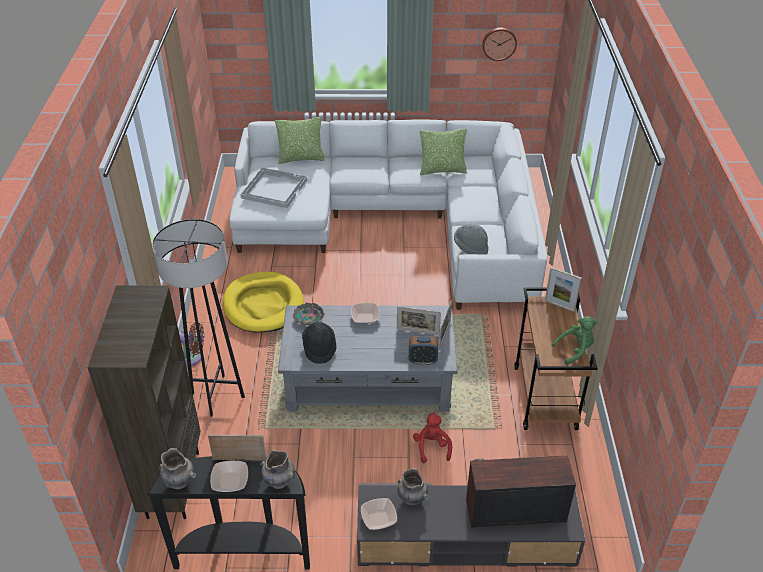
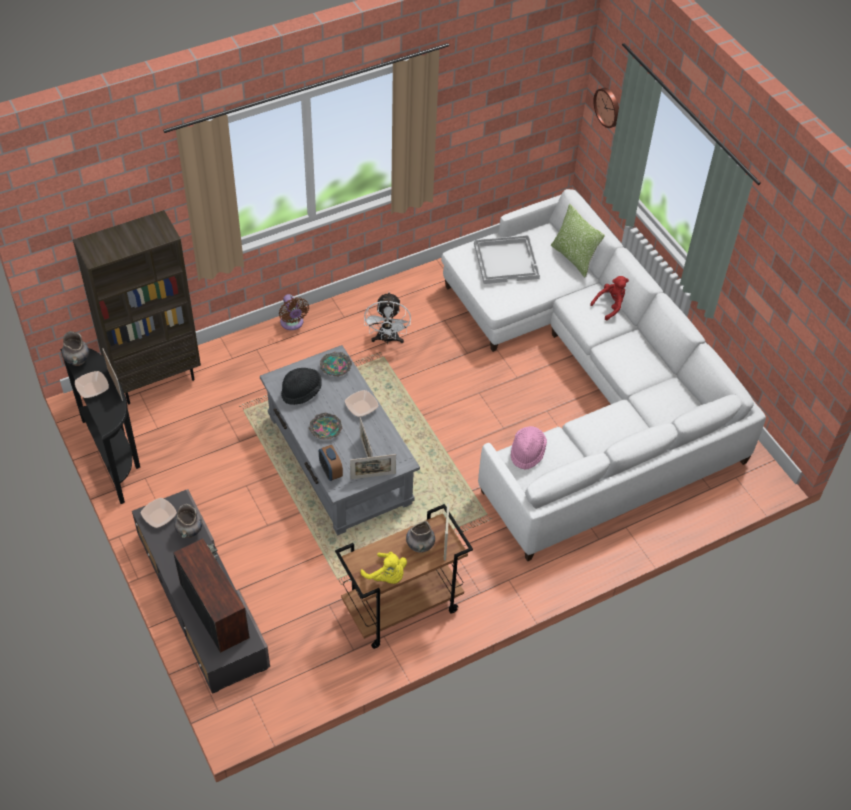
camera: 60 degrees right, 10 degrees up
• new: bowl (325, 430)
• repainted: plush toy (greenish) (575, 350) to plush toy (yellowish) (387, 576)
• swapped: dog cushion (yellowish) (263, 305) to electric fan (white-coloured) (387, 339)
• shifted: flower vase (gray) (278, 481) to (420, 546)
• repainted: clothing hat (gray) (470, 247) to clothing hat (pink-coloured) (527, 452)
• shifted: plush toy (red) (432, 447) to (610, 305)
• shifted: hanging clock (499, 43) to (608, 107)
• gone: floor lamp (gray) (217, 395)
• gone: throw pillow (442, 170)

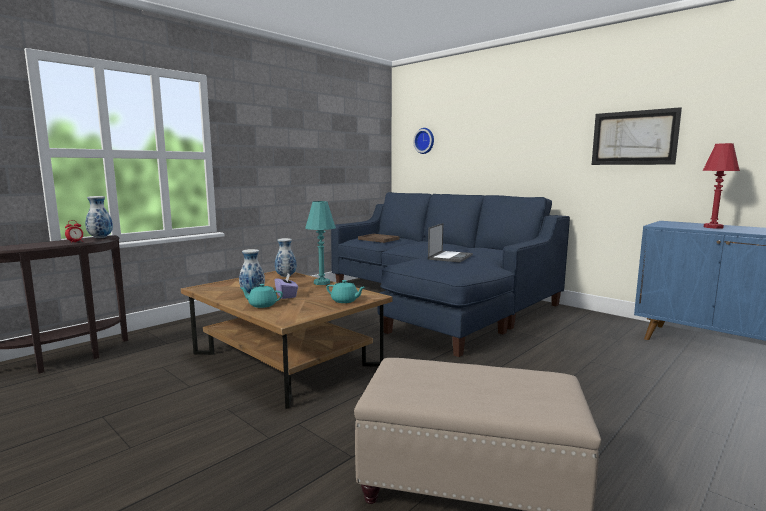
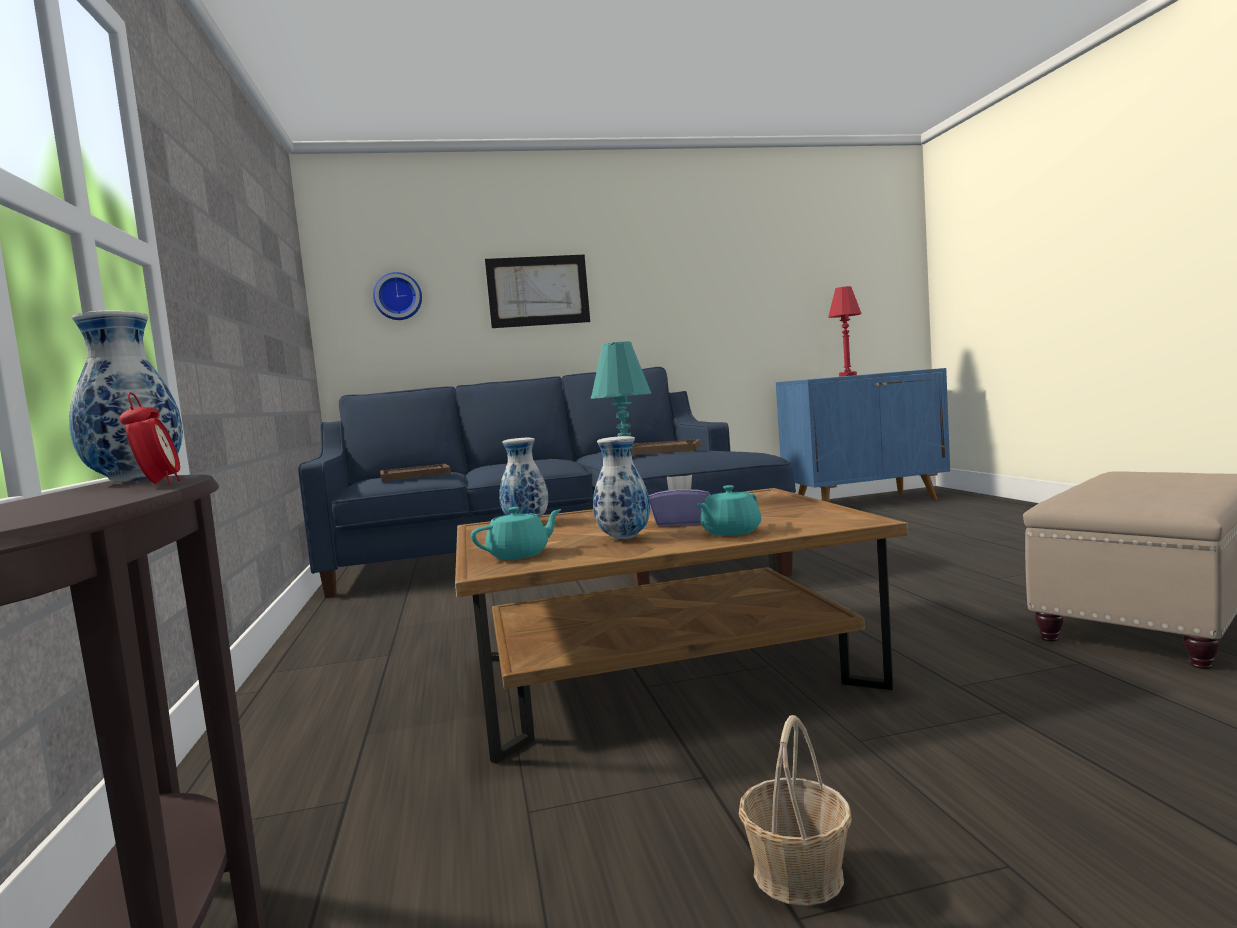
camera: 55 degrees left, 5 degrees down
• shifted: teapot (blue-green) (345, 301) to (520, 555)
• shifted: wall picture (633, 138) to (538, 291)
• swapped: notebook computer (450, 257) to carrying tray (brown) (663, 450)
• new: basket (797, 874)

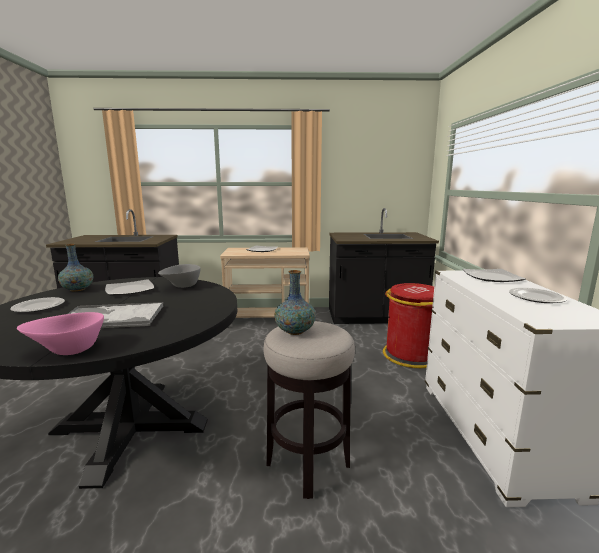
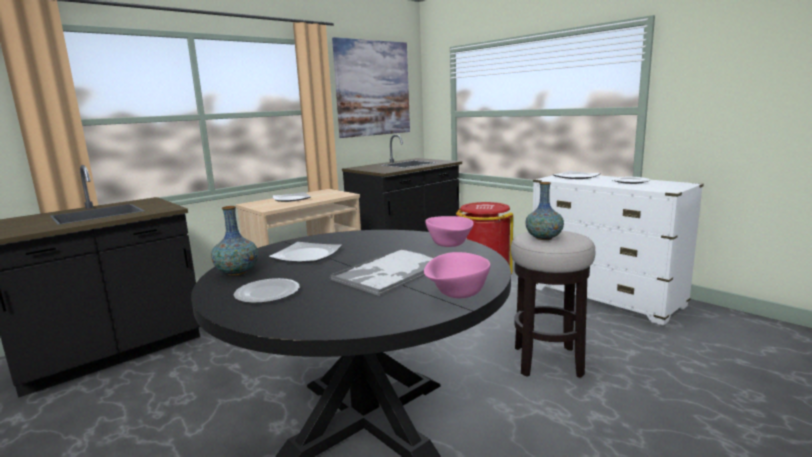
camera: 40 degrees left, 0 degrees up
• new: wall picture (373, 88)
• new: bowl (pink-coloured) (450, 245)
• gone: bowl (gray) (181, 286)

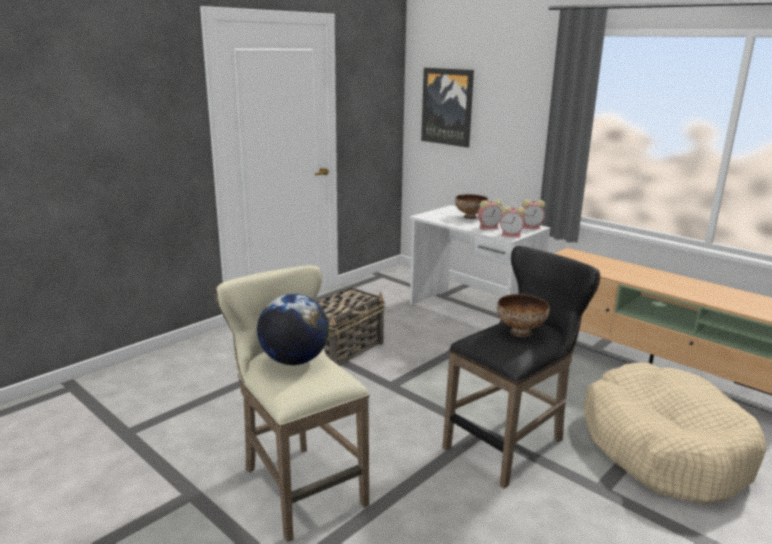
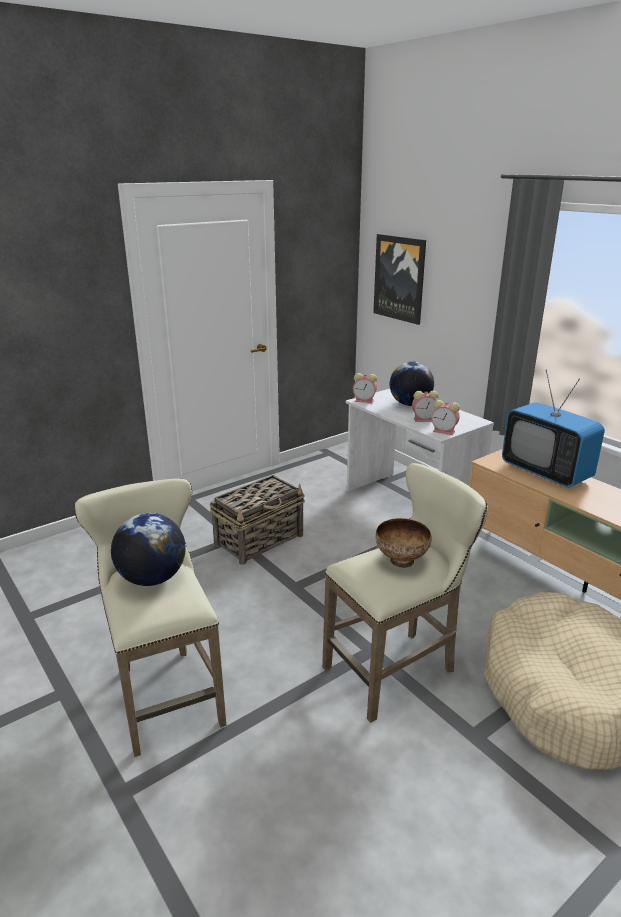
camera: 10 degrees right, 5 degrees up
• repainted: stool (blackish) (511, 443) to stool (beige-coloured) (397, 669)
• shifted: bedside clock (531, 227) to (365, 400)
• swapped: bowl (470, 217) to desk globe (410, 404)
• new: TV (546, 472)

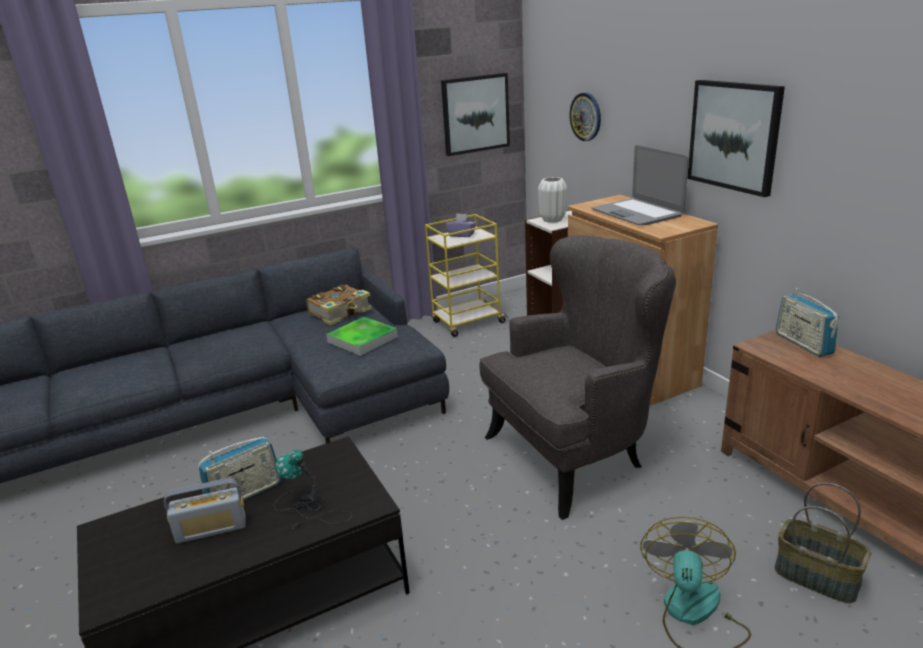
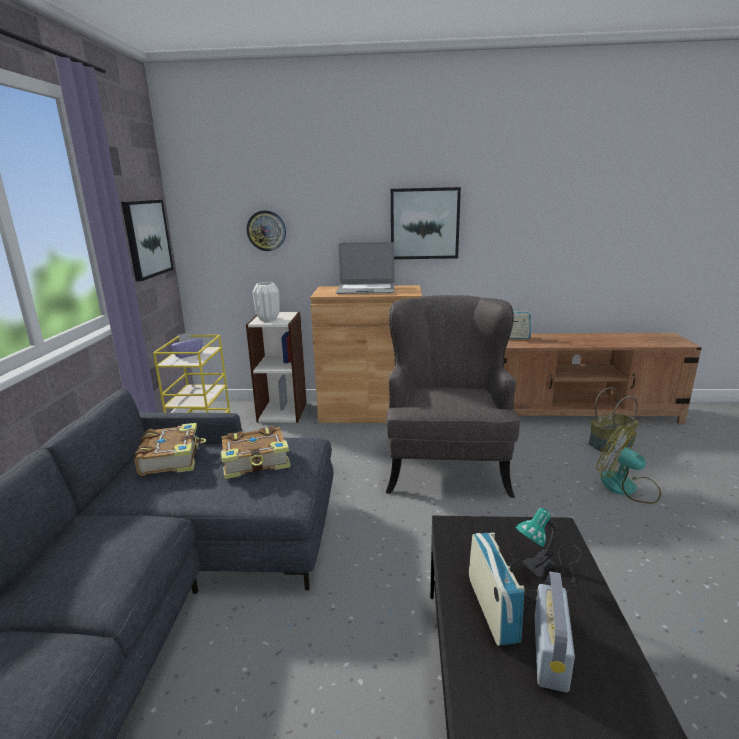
camera: 60 degrees left, 5 degrees down
• swapped: carrying tray (362, 339) to bound book (256, 461)

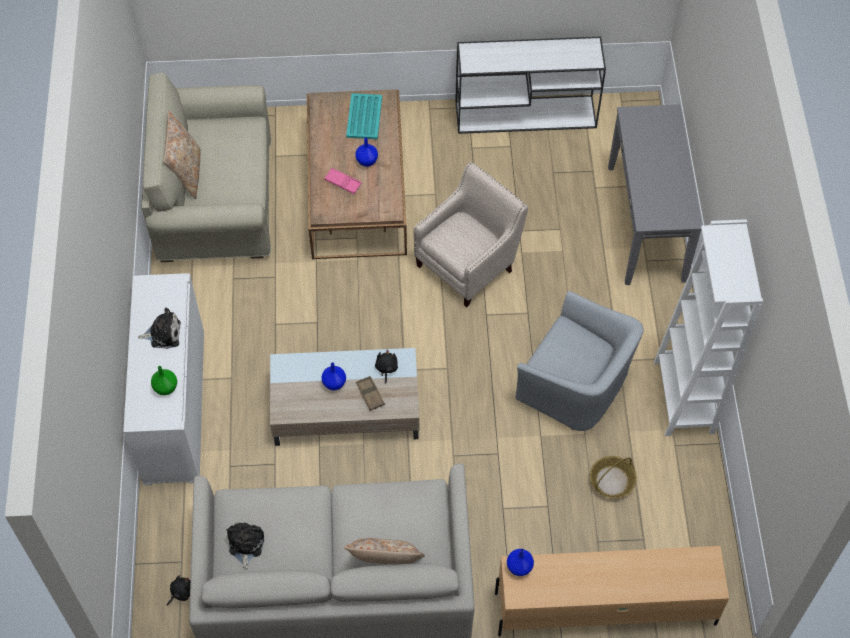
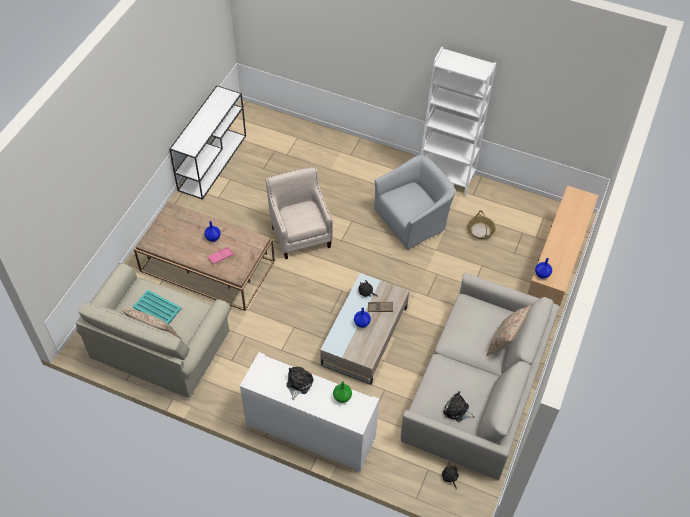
camera: 65 degrees left, 5 degrees down
• shifted: carrying tray (blue-green) (364, 116) to (157, 307)
• gone: hall table (gray) (647, 223)

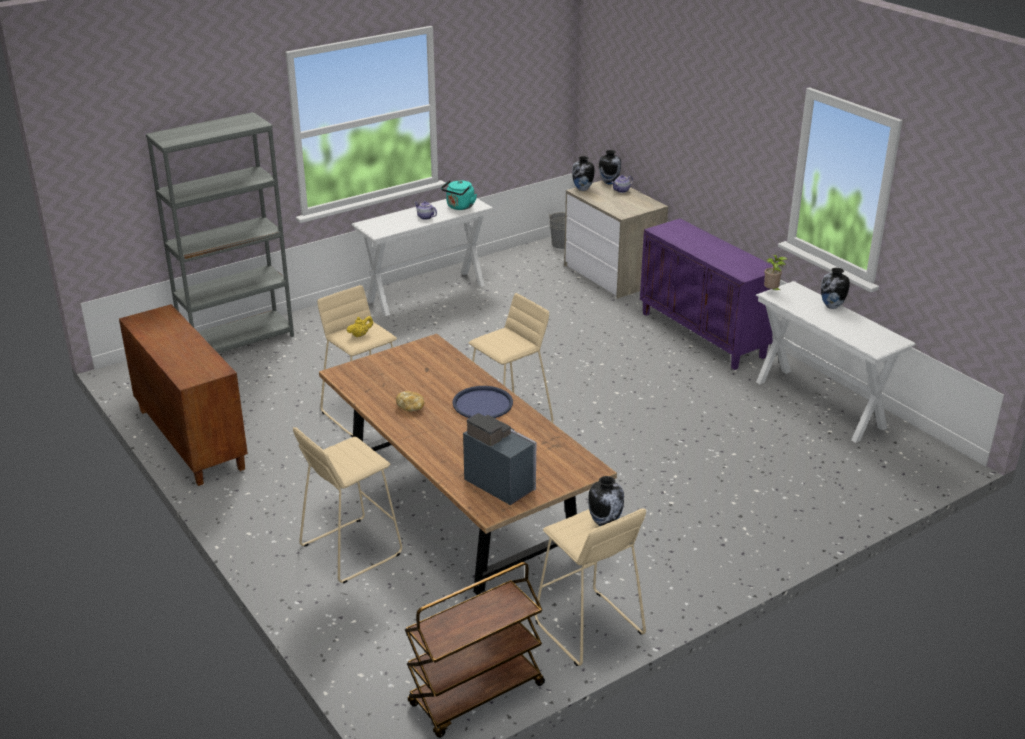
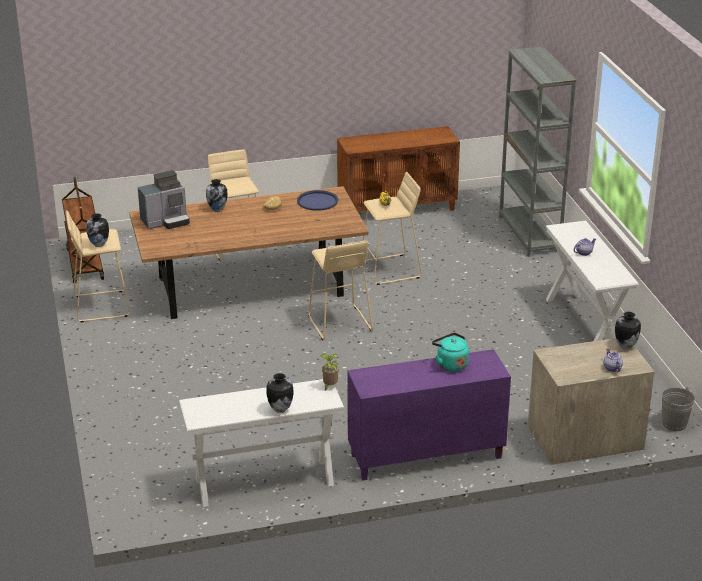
camera: 110 degrees right, 0 degrees up
• shifted: flower vase (609, 182) to (217, 209)
• shifted: carrying tray (bluish) (482, 404) to (317, 201)
• shifted: water kettle (blue-green) (459, 207) to (450, 364)

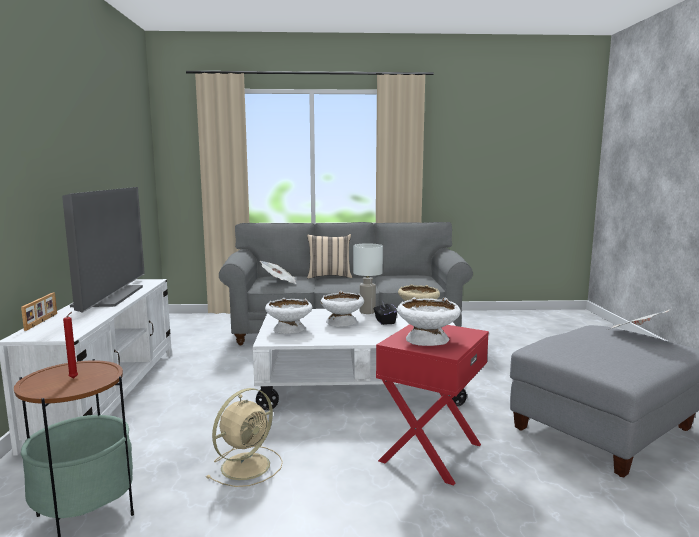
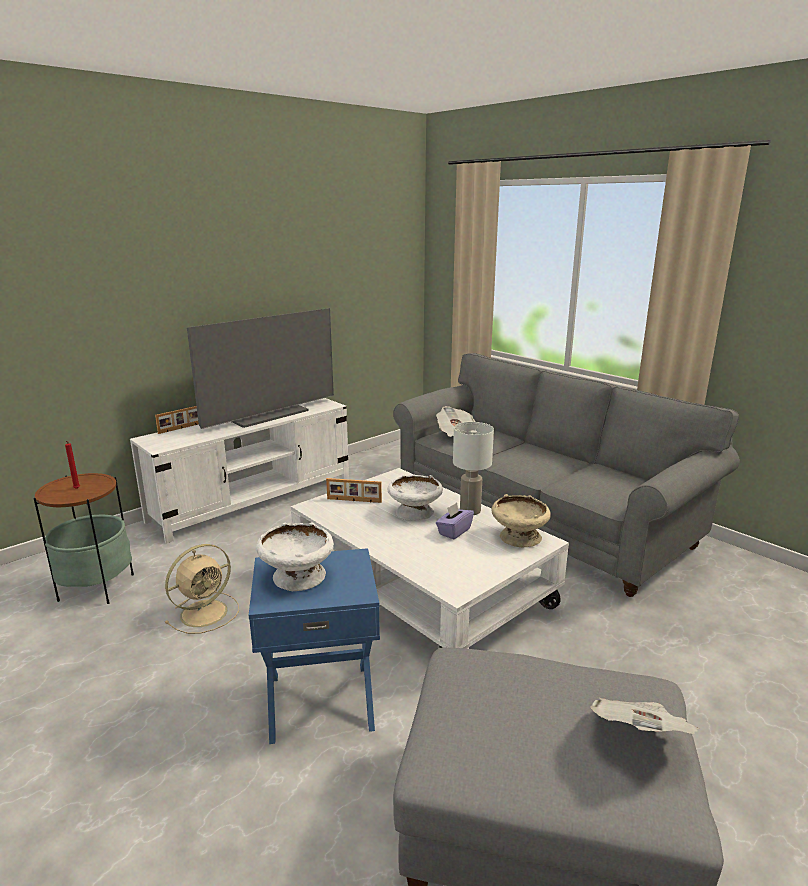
camera: 50 degrees right, 10 degrees up
• rotated: electric fan (beige-coloured) (247, 465) = (206, 612) 45 degrees counterclockwise
• repainted: side table (red) (429, 452) to side table (bluish) (320, 700)
• swapped: bowl (white-coloured) (289, 329) to photo frame (354, 500)
• repainted: box of tissues (blackish) (384, 321) to box of tissues (purple-coloured) (454, 531)
• gone: throw pillow (beige-coloured) (329, 276)

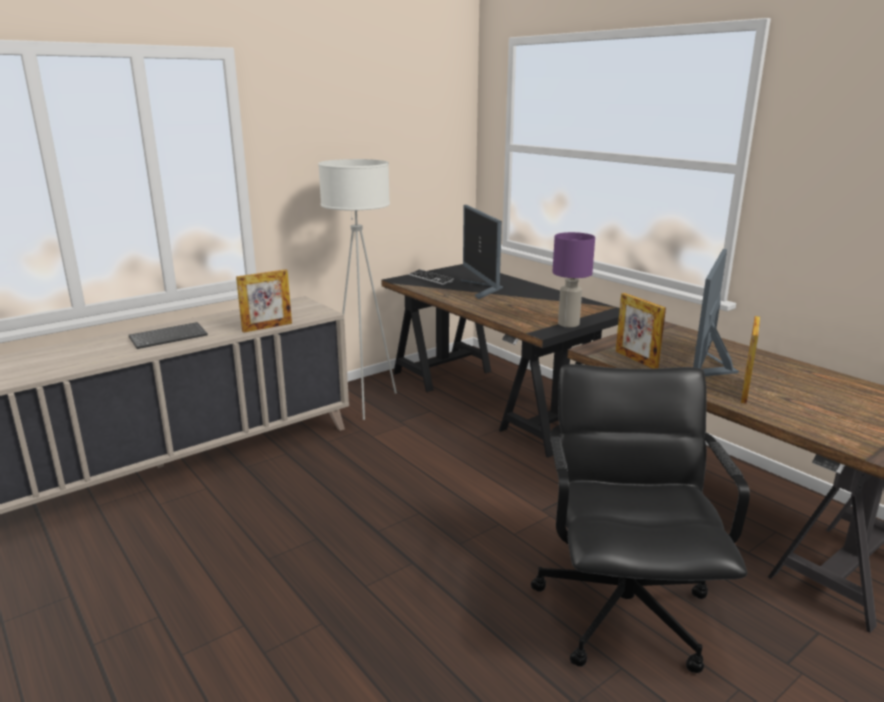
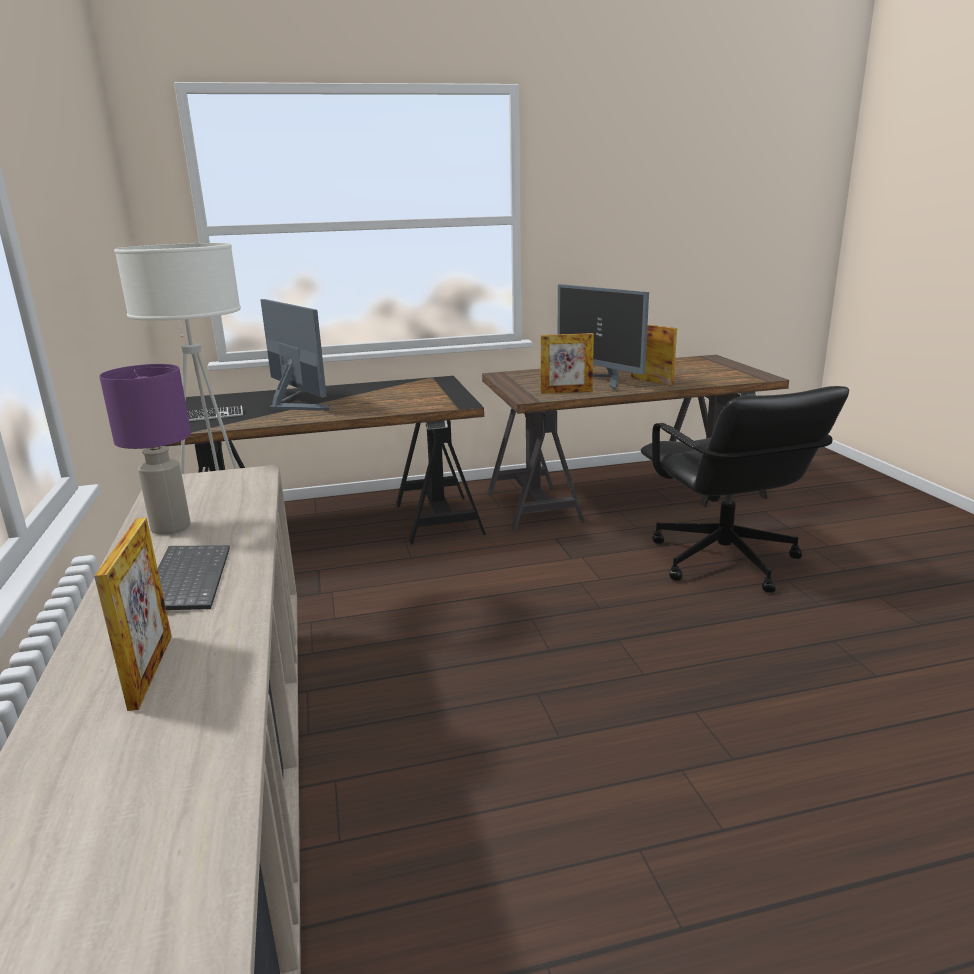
camera: 65 degrees left, 0 degrees up
• shifted: photo frame (267, 327) to (151, 670)
• shifted: lamp for a table (purple-coloured) (568, 324) to (172, 527)
• rotated: computer screen (483, 289) = (294, 404) 135 degrees counterclockwise
• rotated: computer chair (blackish) (624, 610) = (723, 561) 135 degrees counterclockwise

